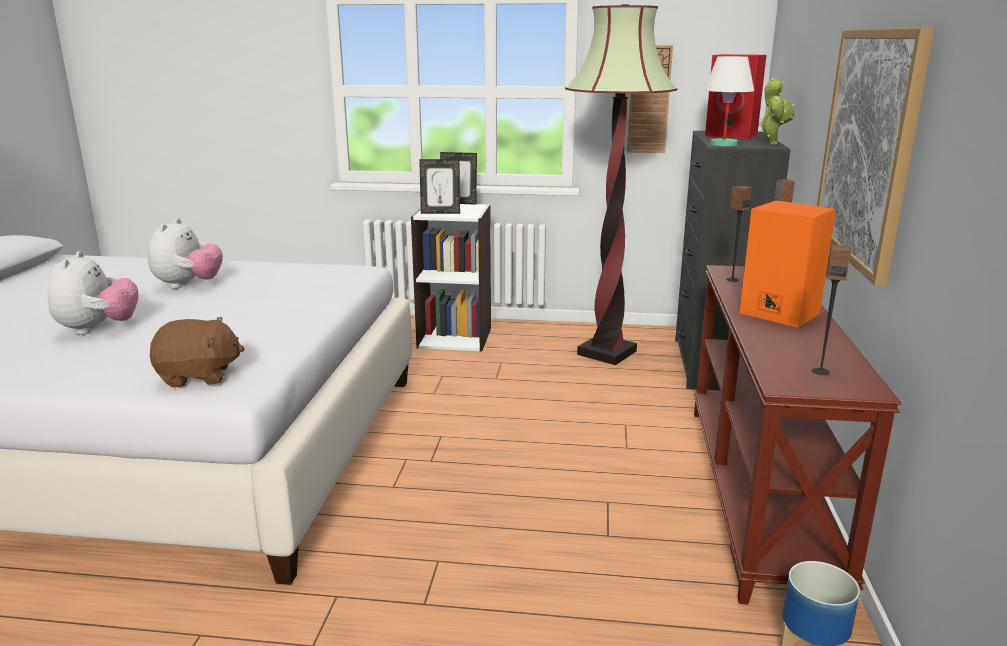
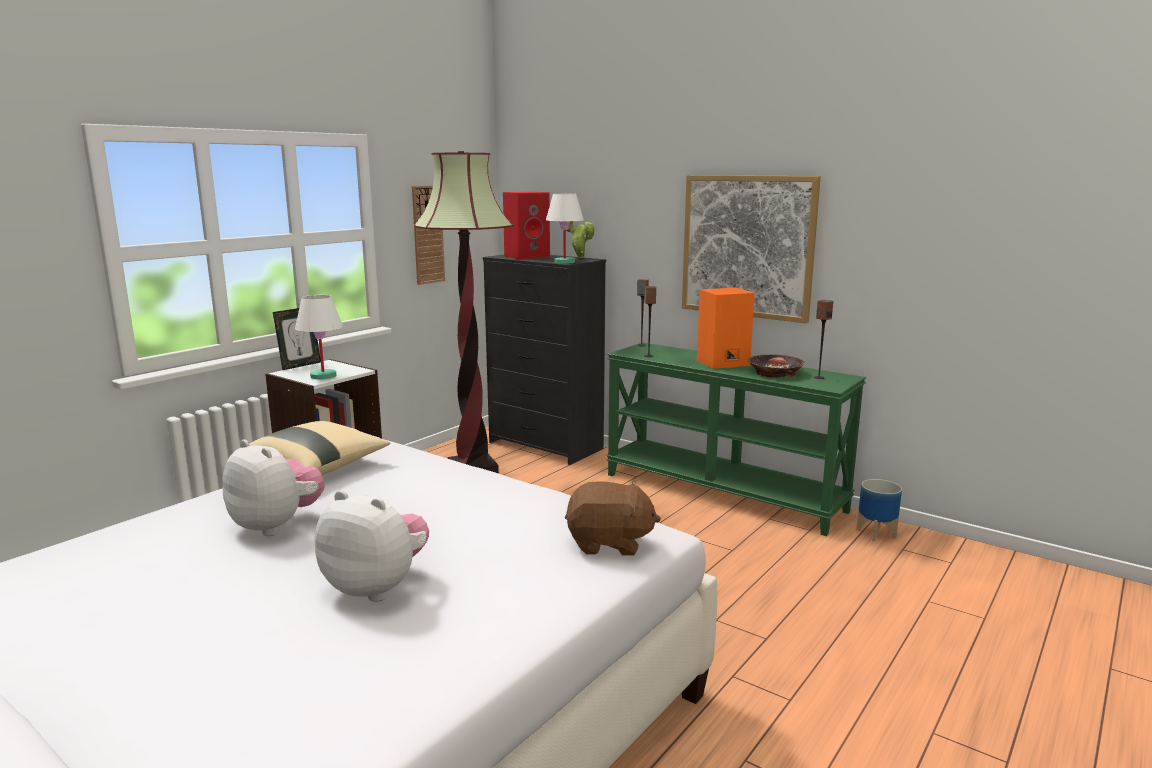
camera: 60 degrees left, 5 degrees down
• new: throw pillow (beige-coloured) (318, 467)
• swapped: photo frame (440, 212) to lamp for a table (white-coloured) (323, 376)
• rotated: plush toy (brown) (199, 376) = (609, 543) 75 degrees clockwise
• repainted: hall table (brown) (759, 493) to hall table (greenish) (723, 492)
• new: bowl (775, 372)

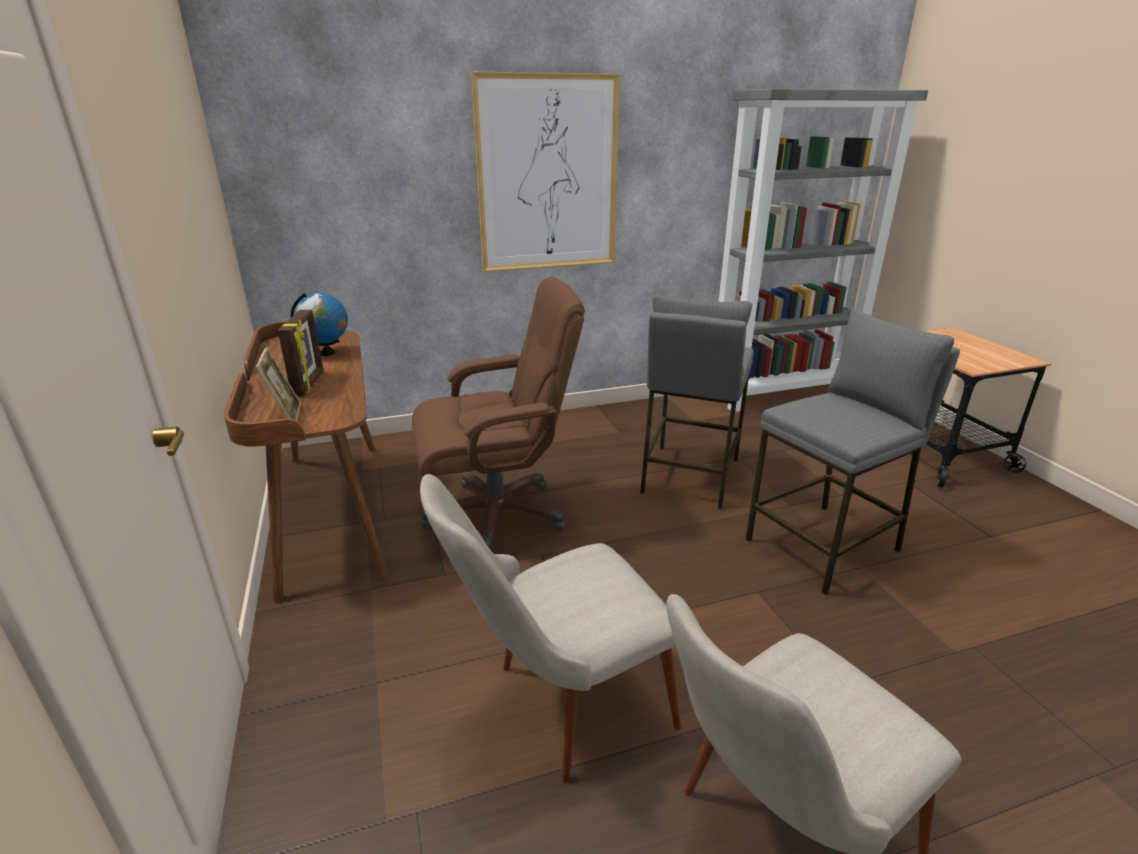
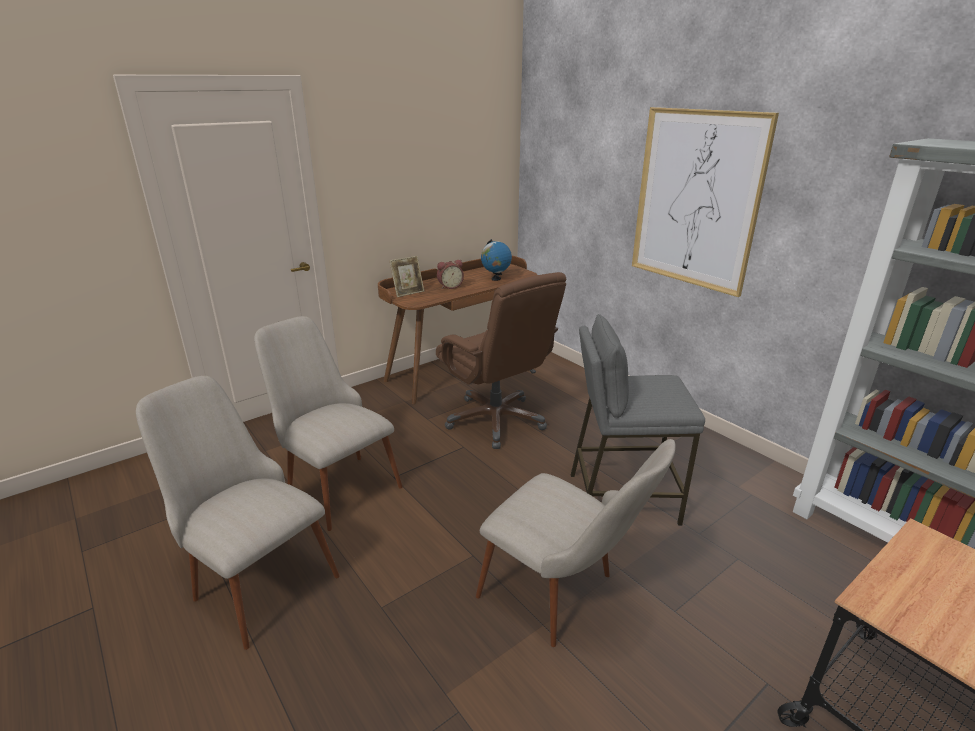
camera: 70 degrees right, 0 degrees up
• swapped: photo frame (309, 384) to bedside clock (450, 286)
• swapped: stool (gray) (824, 546) to plain chair (beige-coloured) (564, 597)

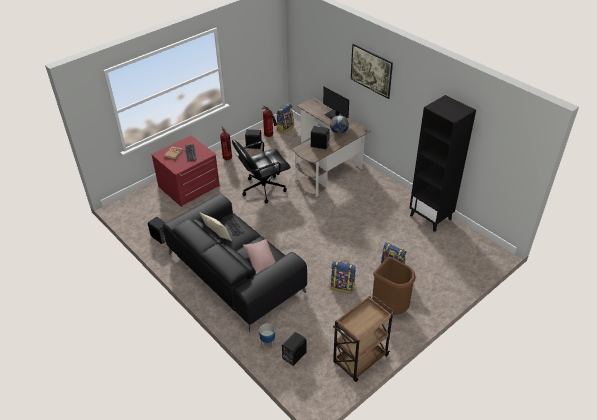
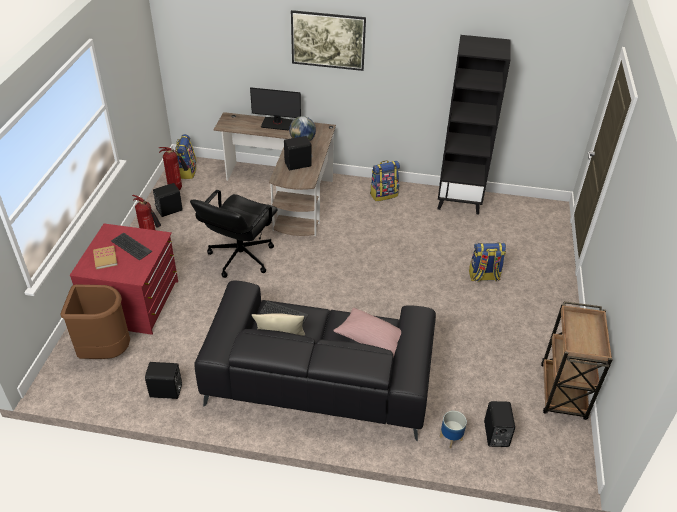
camera: 40 degrees left, 0 degrees up
• shifted: waste bin (brown) (390, 307) to (105, 351)
• shifted: knapsack (342, 286) to (383, 194)

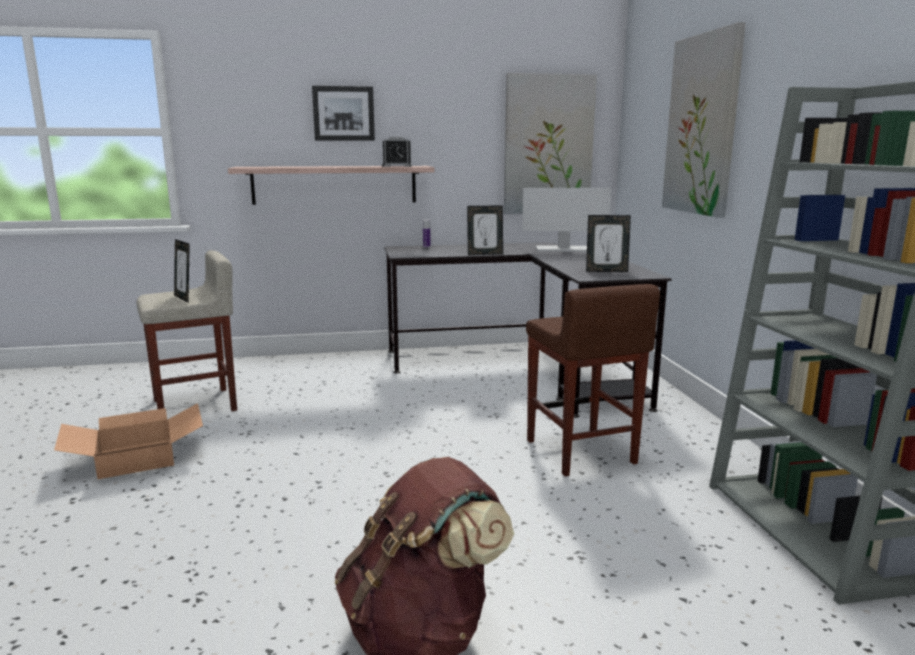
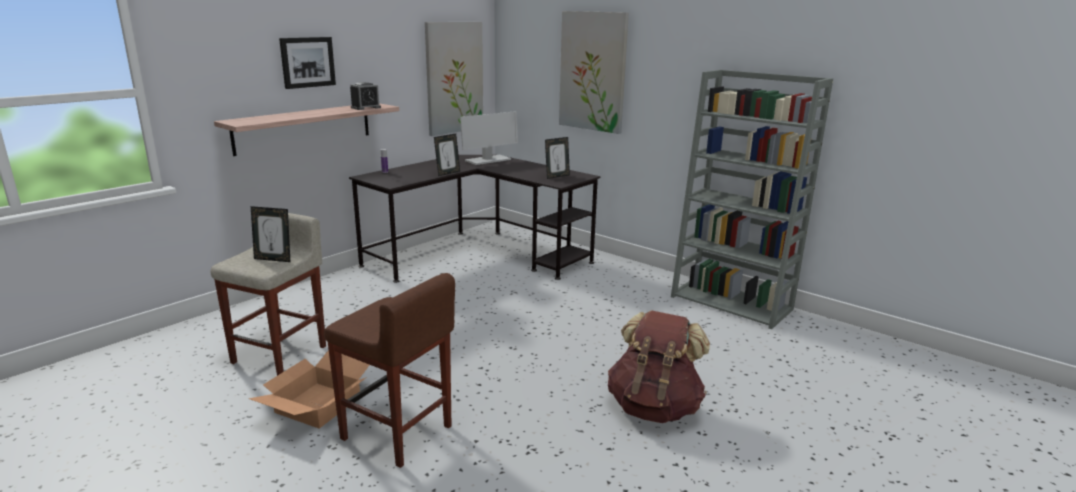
camera: 40 degrees left, 5 degrees up
• shifted: stool (brown) (581, 452) to (398, 433)

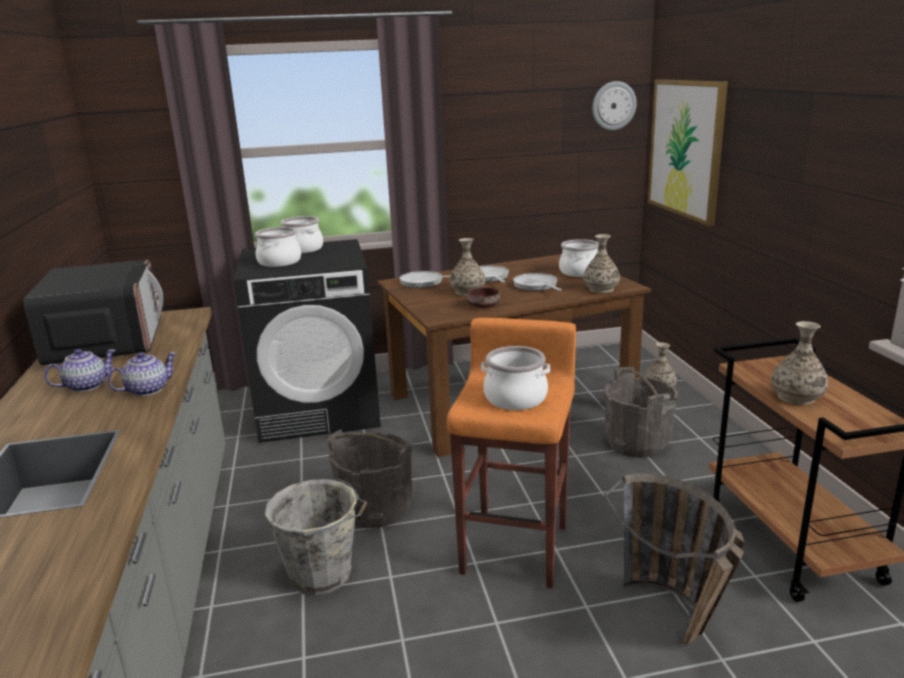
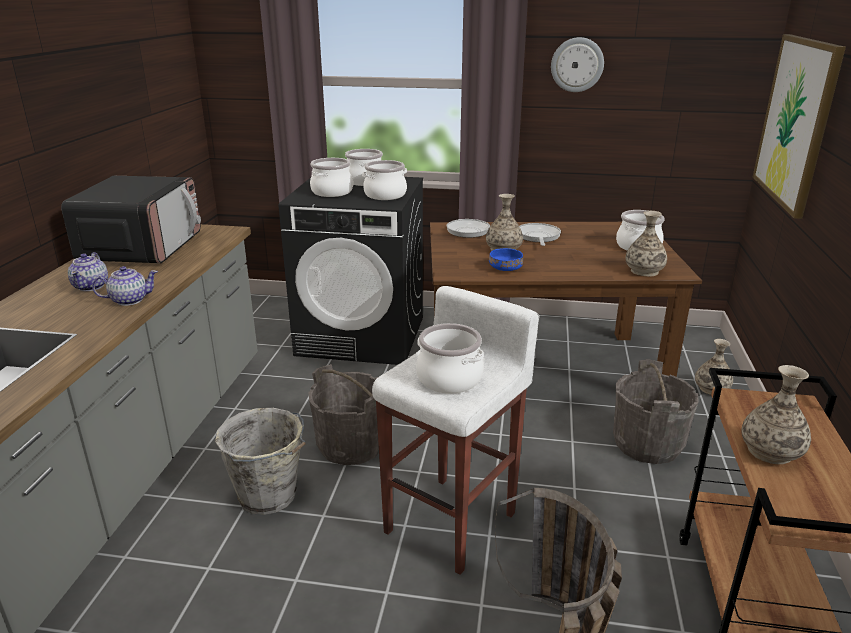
camera: 20 degrees right, 5 degrees up
• rotated: teapot (85, 386) = (91, 286) 105 degrees clockwise
• new: cooking pot (385, 195)
• repainted: stool (orangey) (516, 547) to stool (white-coloured) (453, 522)
• repainted: bowl (brown) (484, 306) to bowl (bluish) (506, 269)
• shifted: hanging clock (613, 105) to (577, 65)
• gone: skillet (536, 286)

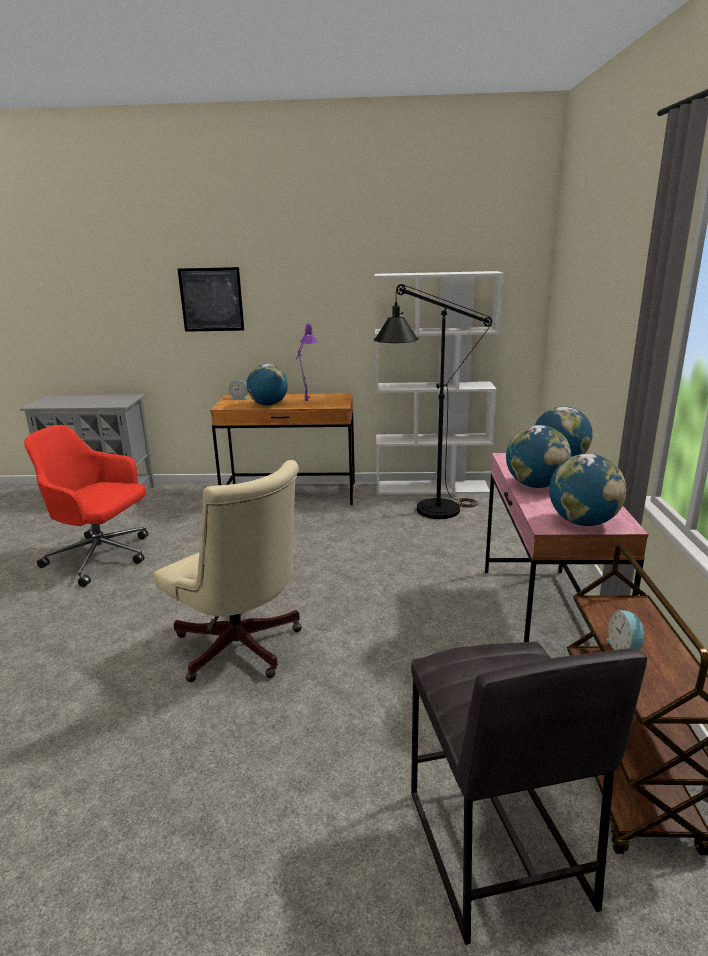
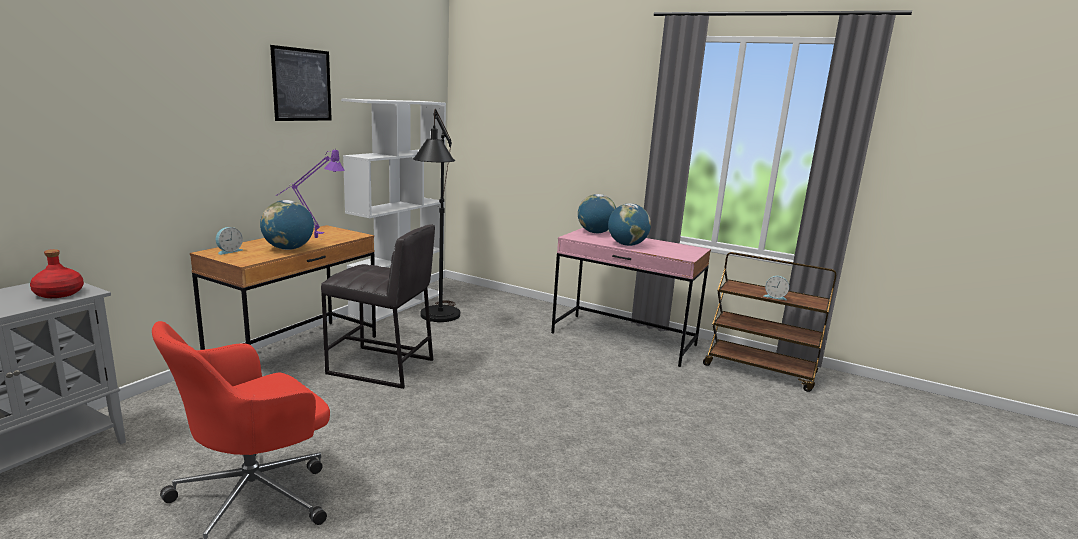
camera: 65 degrees left, 5 degrees down
• new: bottle (red) (59, 293)
• shifted: wall picture (211, 299) to (302, 85)
• shifted: stool (gray) (495, 848) to (381, 367)
• gone: computer chair (beige-coloured) (241, 651)
• gone: desk globe (582, 522)

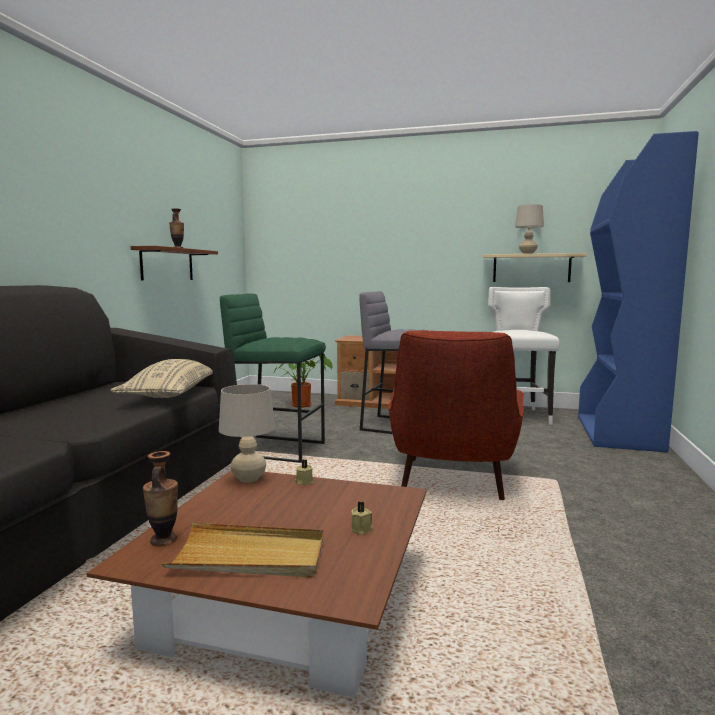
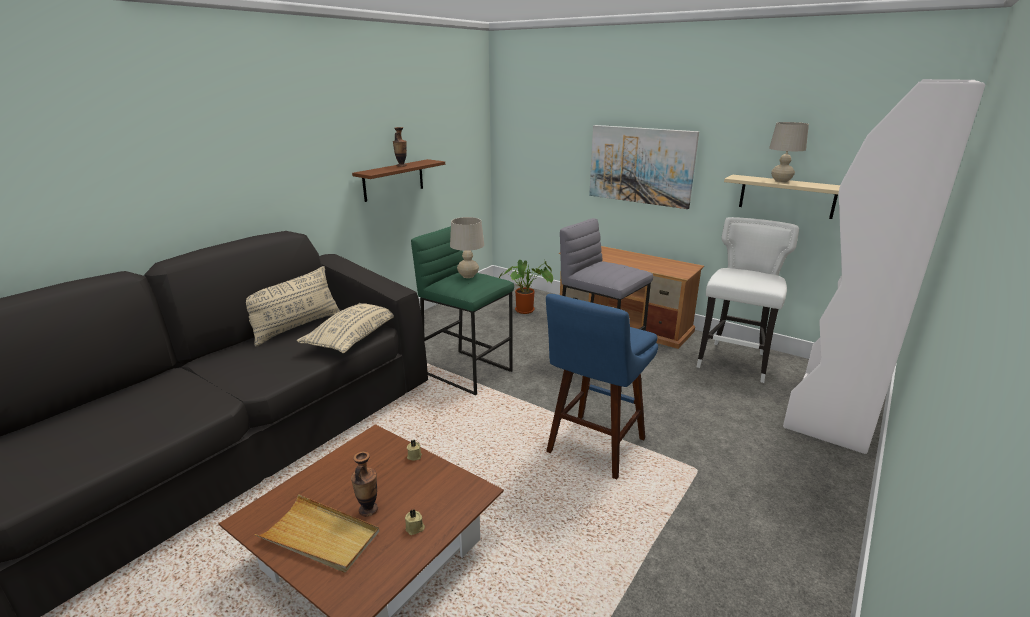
camera: 20 degrees right, 15 degrees up
• new: throw pillow (beige-coloured) (296, 327)
• shifted: flower vase (163, 540) to (368, 510)
• shifted: lamp for a table (beige-coloured) (248, 479) to (468, 276)
• swapped: easy chair (red) (452, 481) to stool (bluish) (593, 449)
• new: wall picture (641, 165)
• repainted: shelving unit (bluish) (619, 433) to shelving unit (white-coloured) (832, 412)

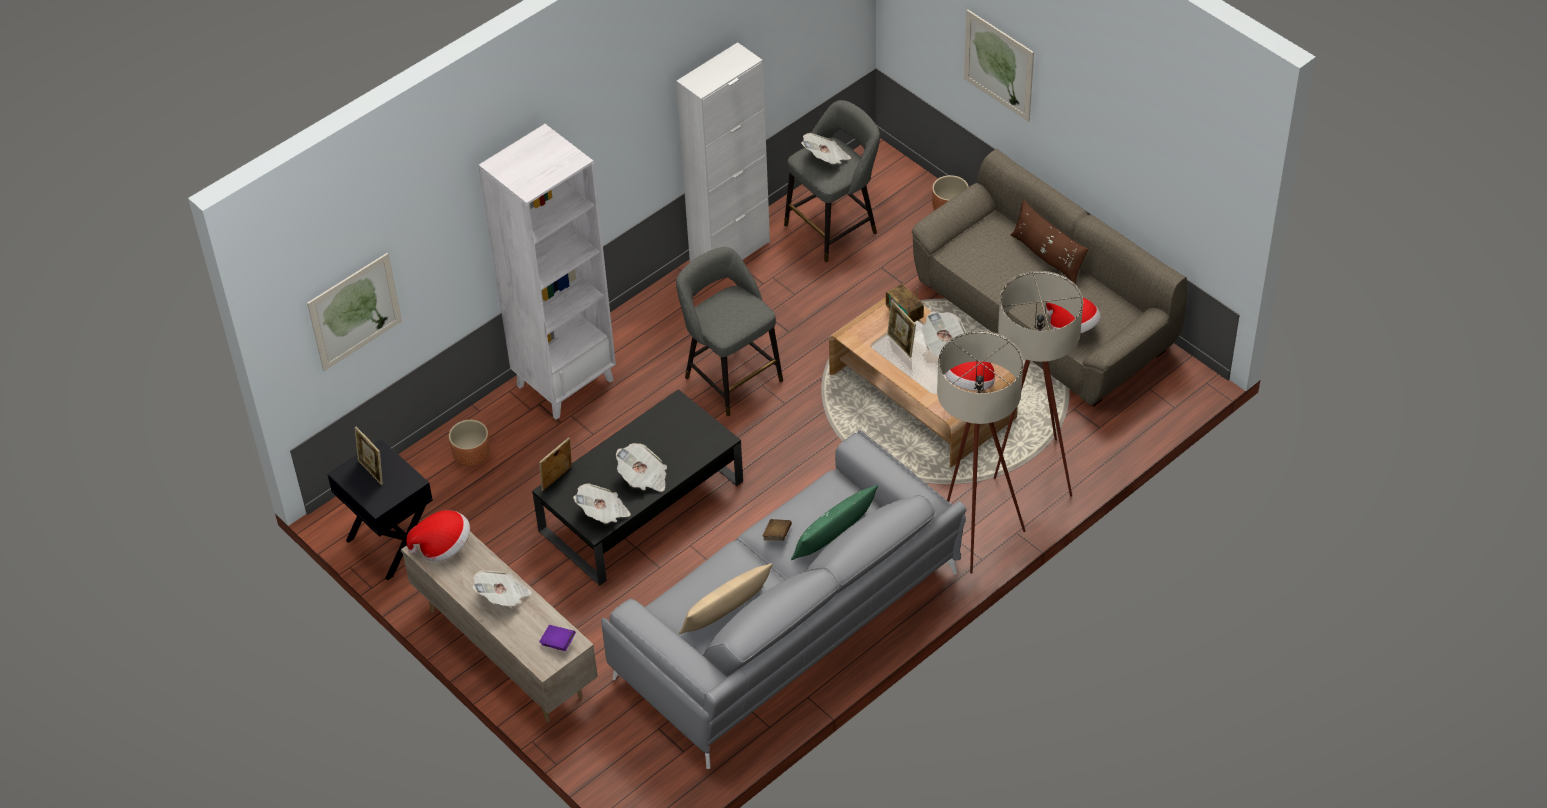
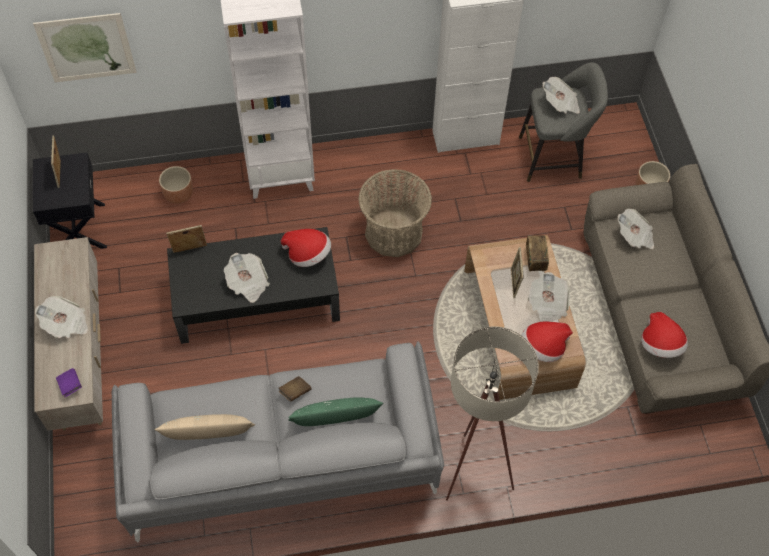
camera: 30 degrees right, 10 degrees up
• shifted: clothing hat (443, 546) to (308, 255)
• swapped: stool (gray) (730, 376) to basket (394, 232)
• shifted: daily paper (603, 513) to (634, 236)
• gone: wall picture (998, 65)
• gone: floor lamp (beige-coloured) (1030, 472)
• gone: throw pillow (brown) (1047, 256)

